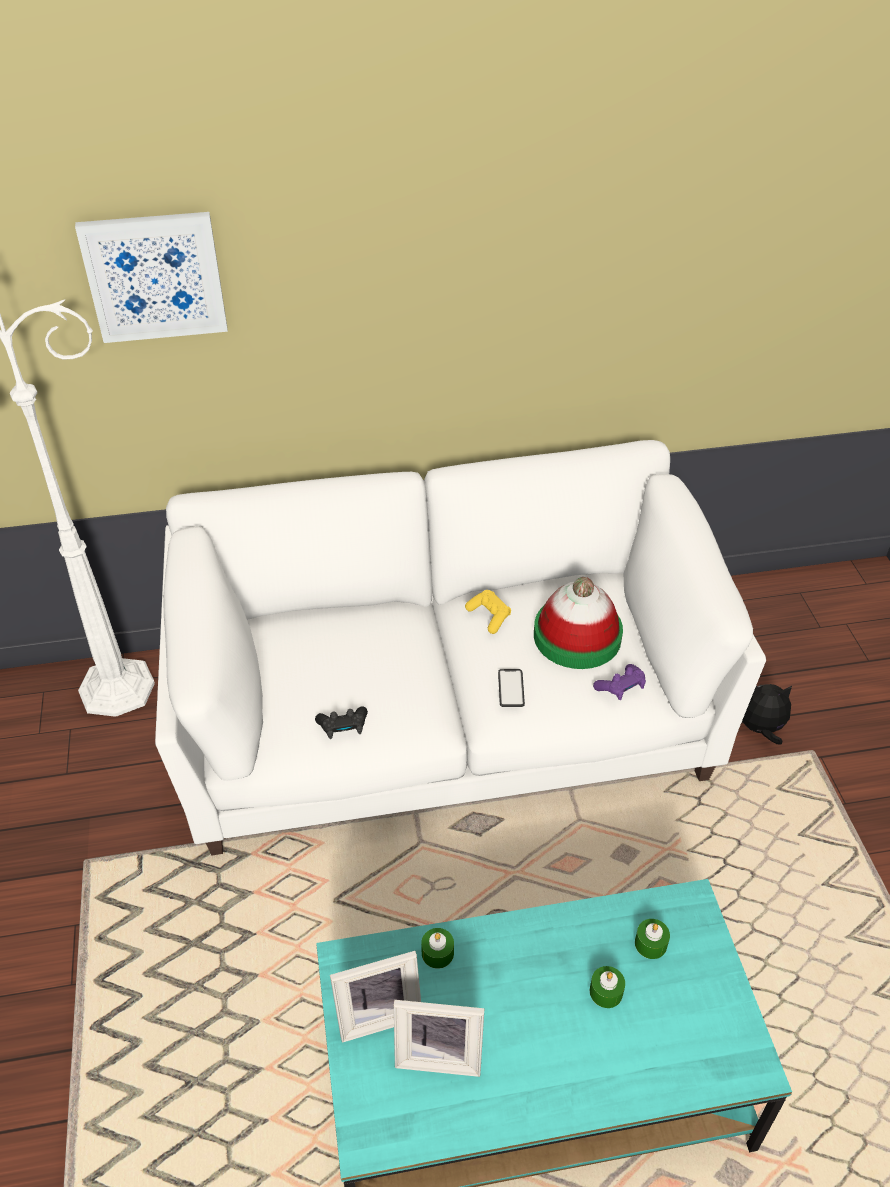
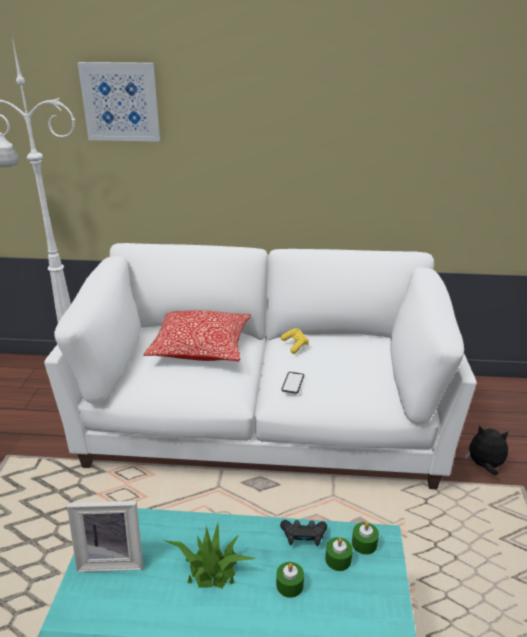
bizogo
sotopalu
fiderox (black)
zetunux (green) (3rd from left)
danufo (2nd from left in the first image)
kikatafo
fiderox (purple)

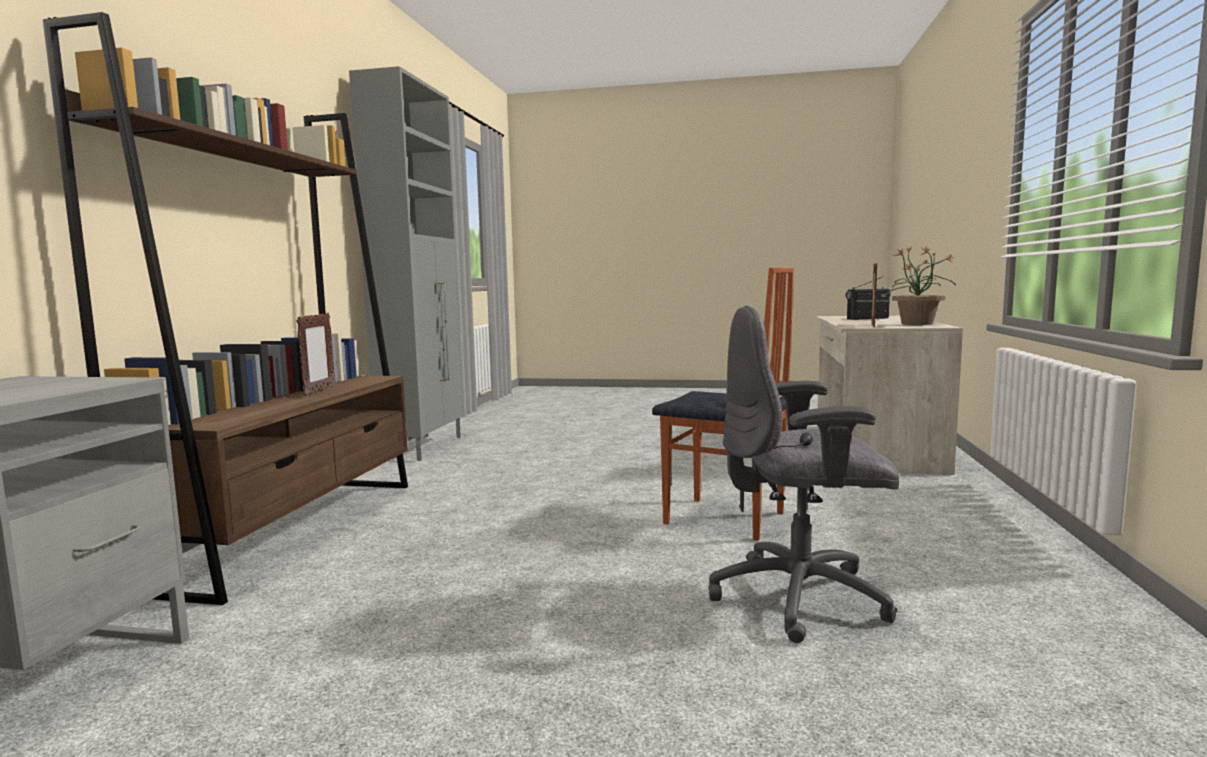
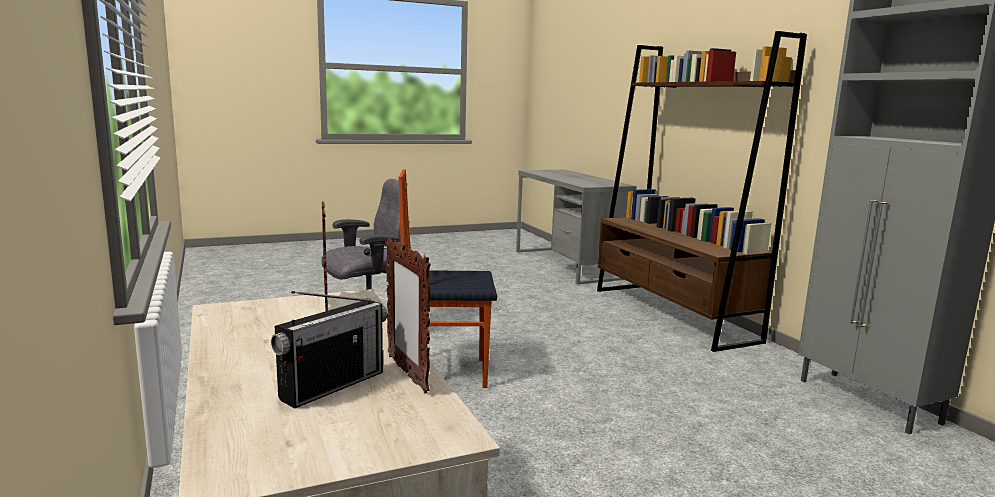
danufo (2nd from left)
sotopalu

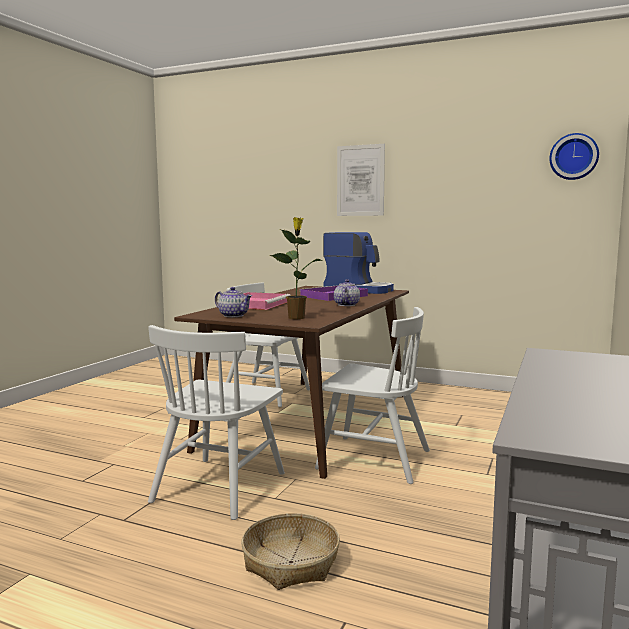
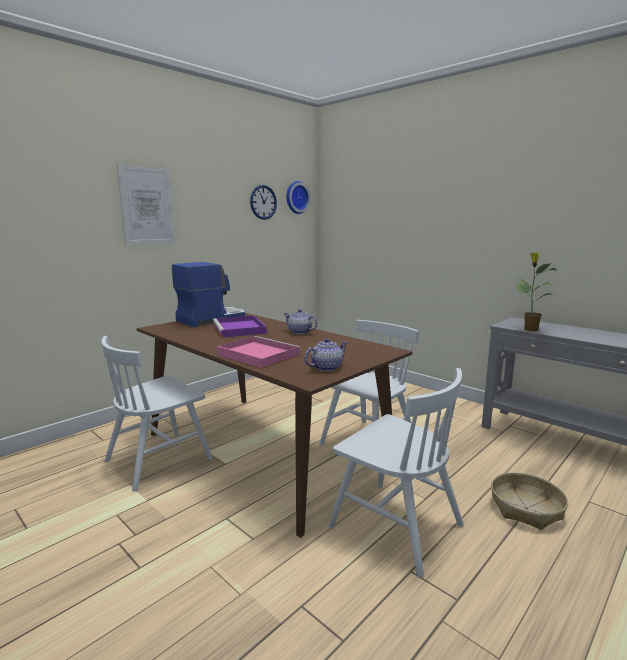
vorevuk (1st from left)
sotopalu

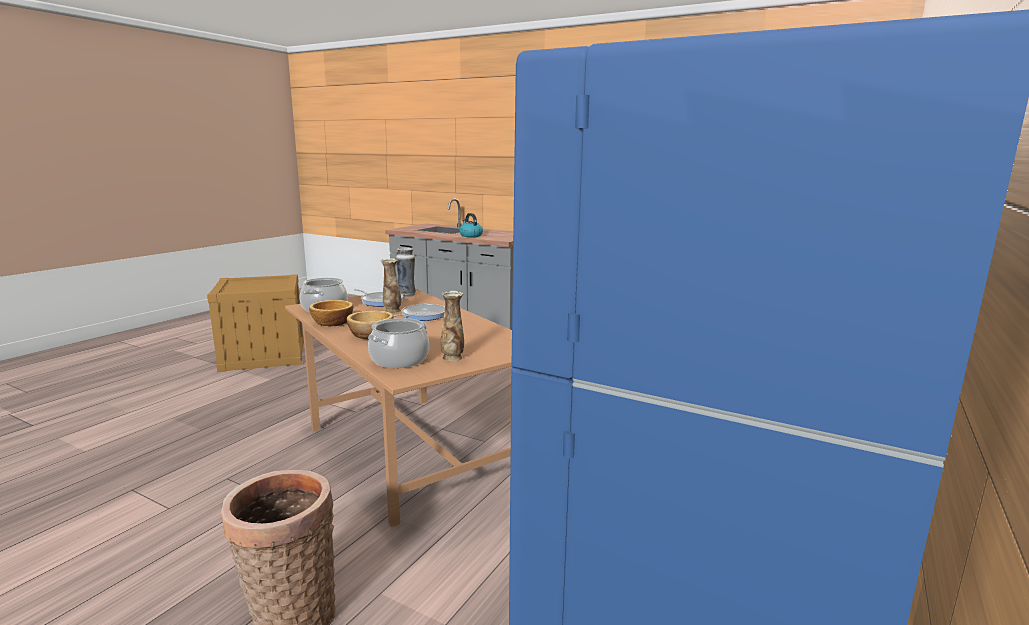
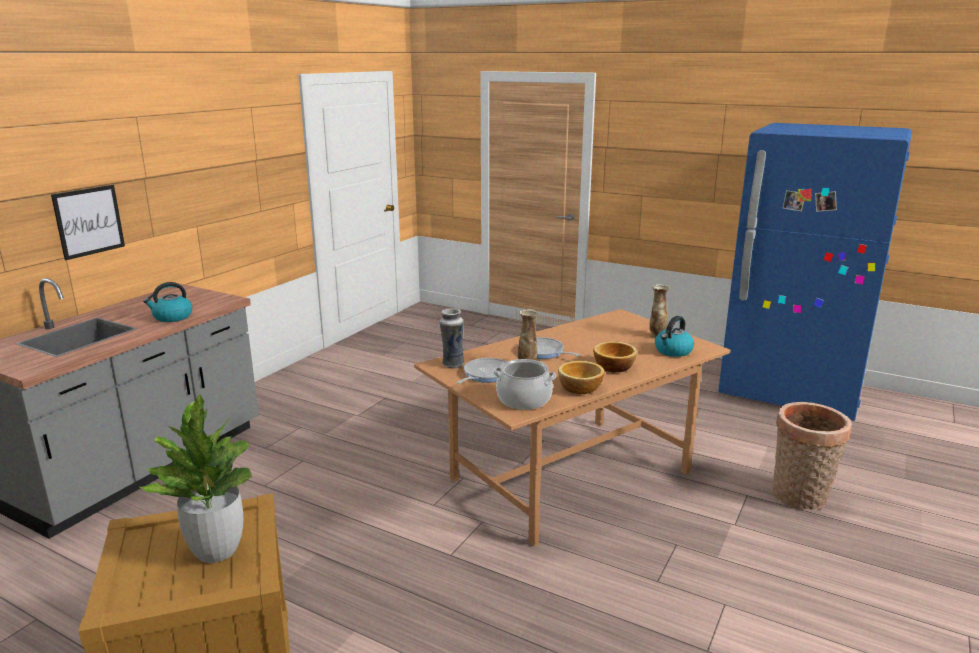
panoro
sotopalu
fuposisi (2nd from left)

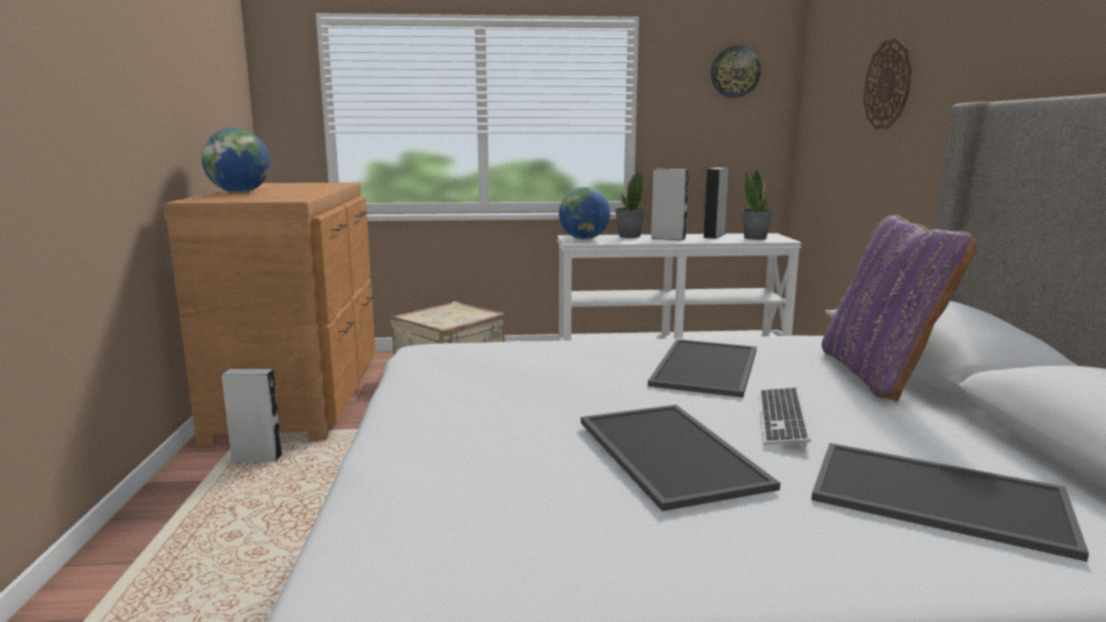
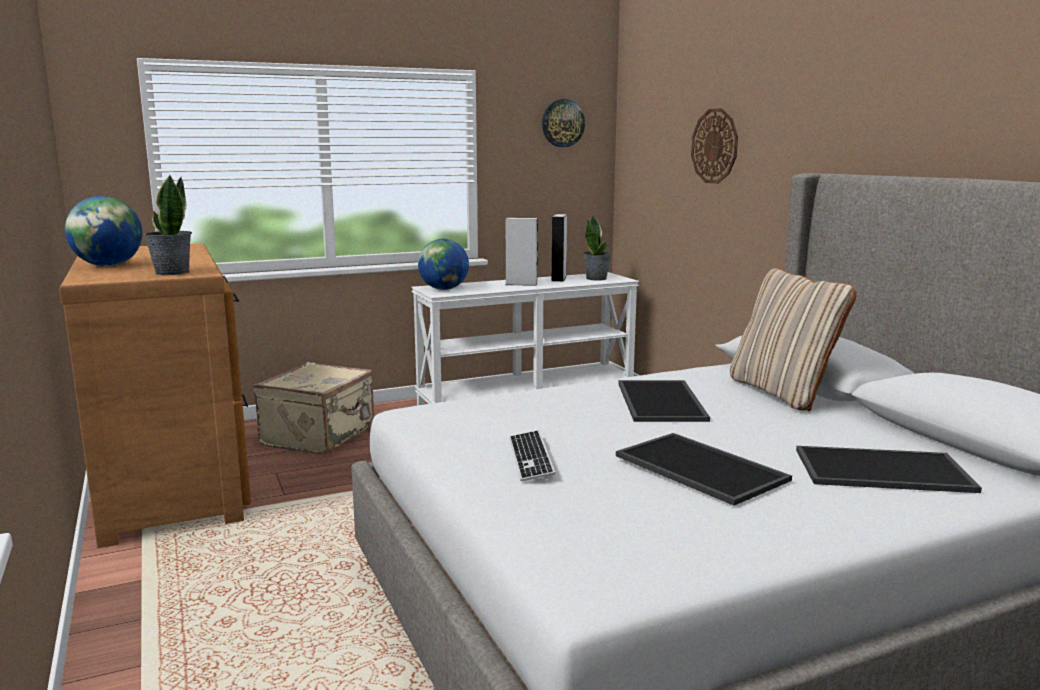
sotopalu (1st from left)
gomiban
bizogo (beige)
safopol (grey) (1st from left in the first image)

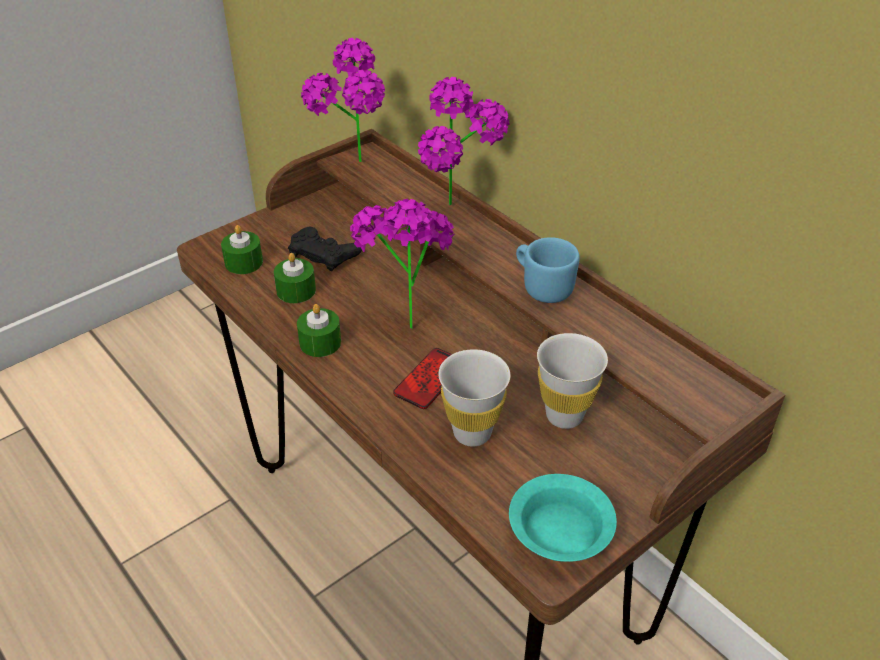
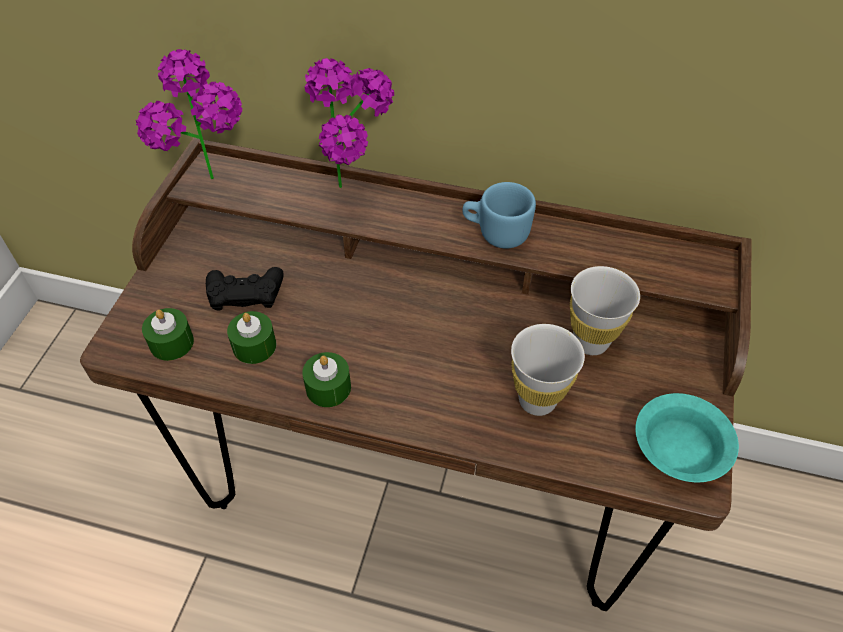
sotopalu (2nd from left in the first image)
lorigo

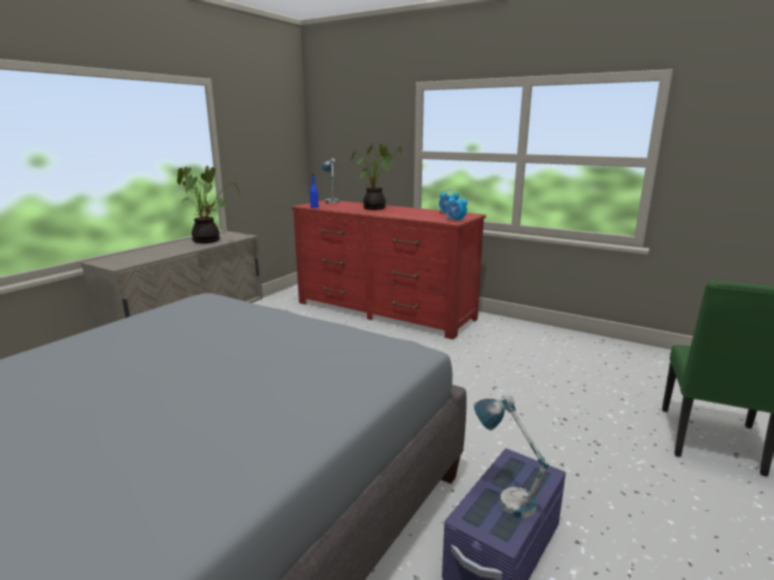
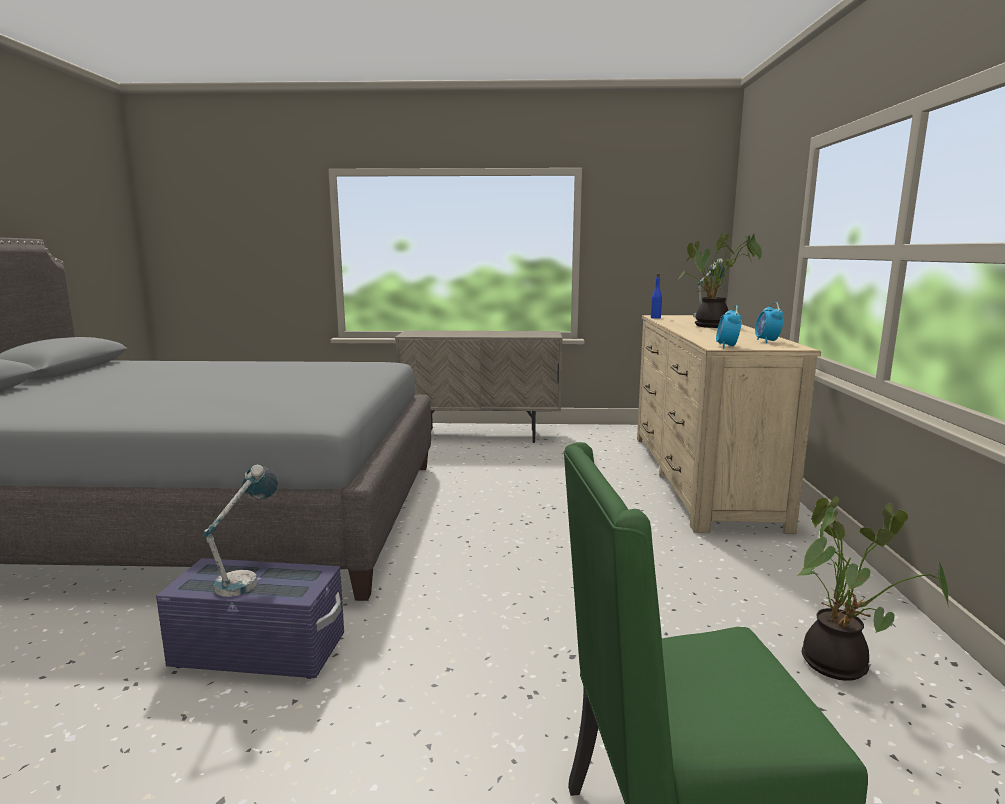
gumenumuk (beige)
sotopalu (2nd from left)

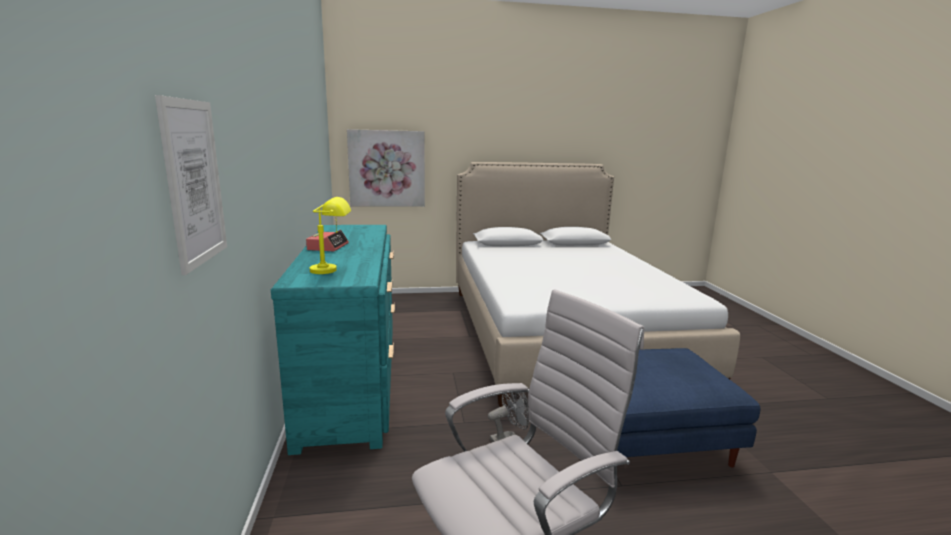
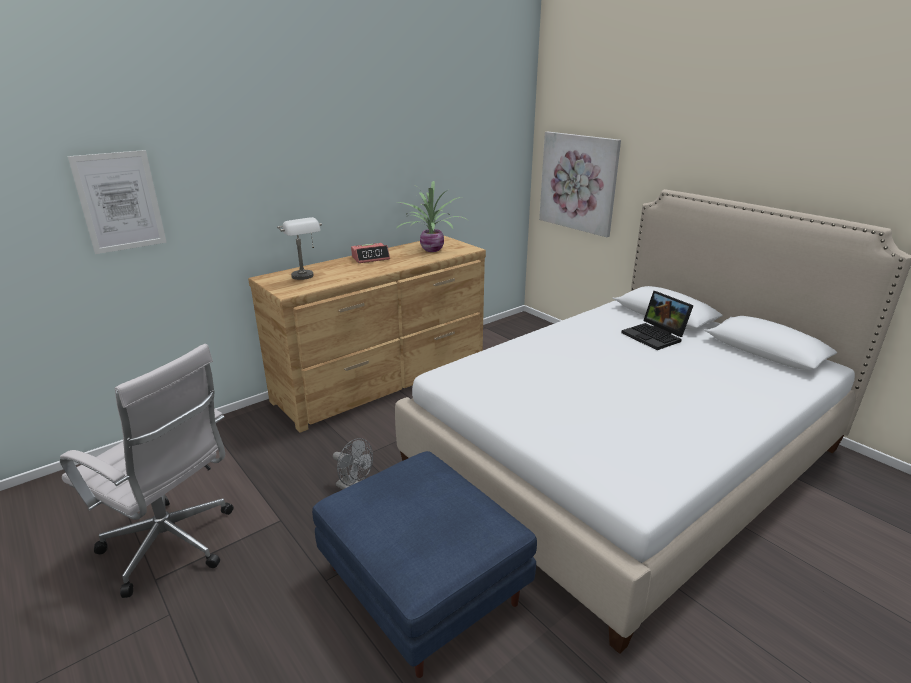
gumenumuk (brown)
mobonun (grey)
sotopalu
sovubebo

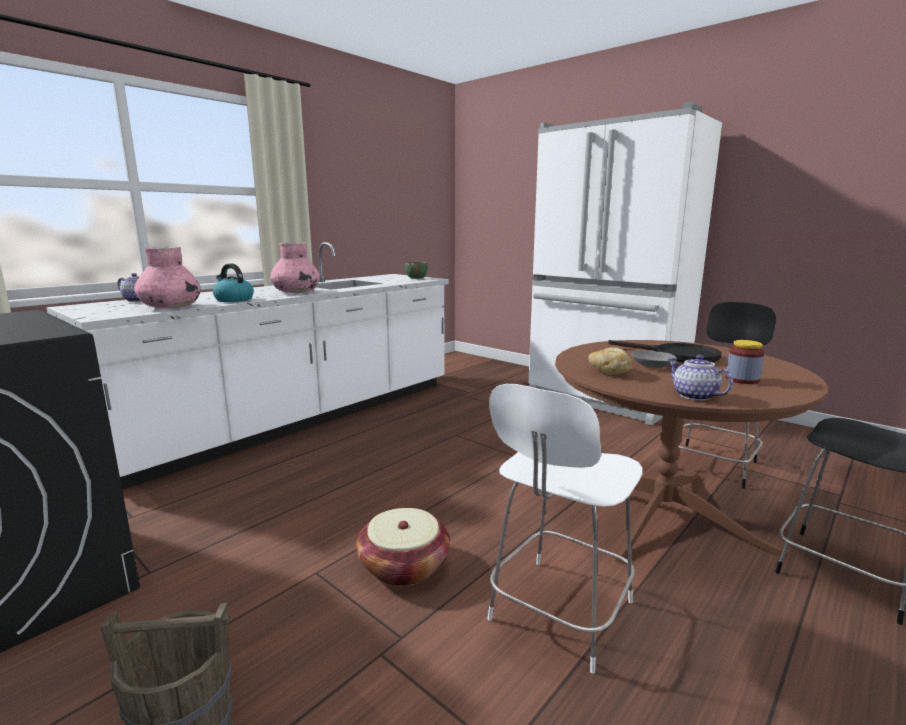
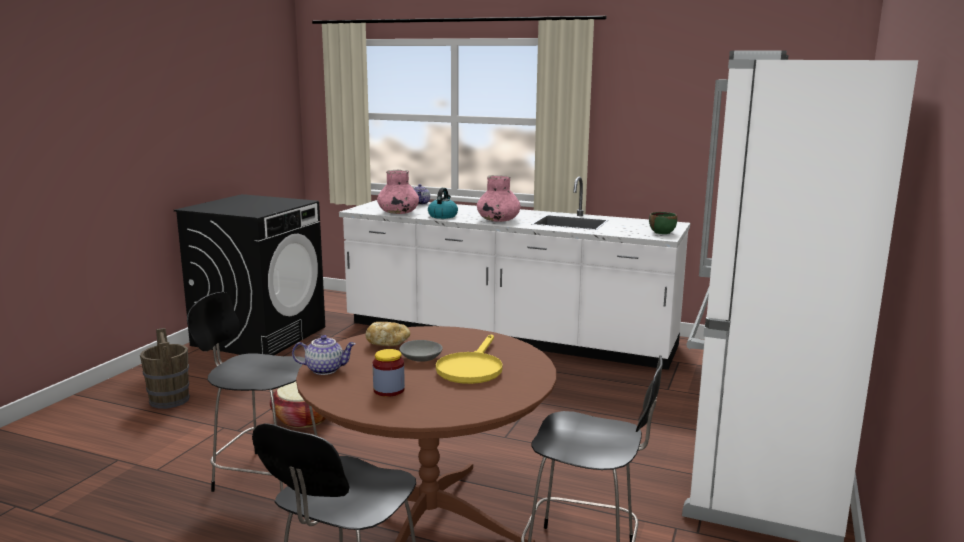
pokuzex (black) (1st from left)
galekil (1st from left)
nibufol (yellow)

